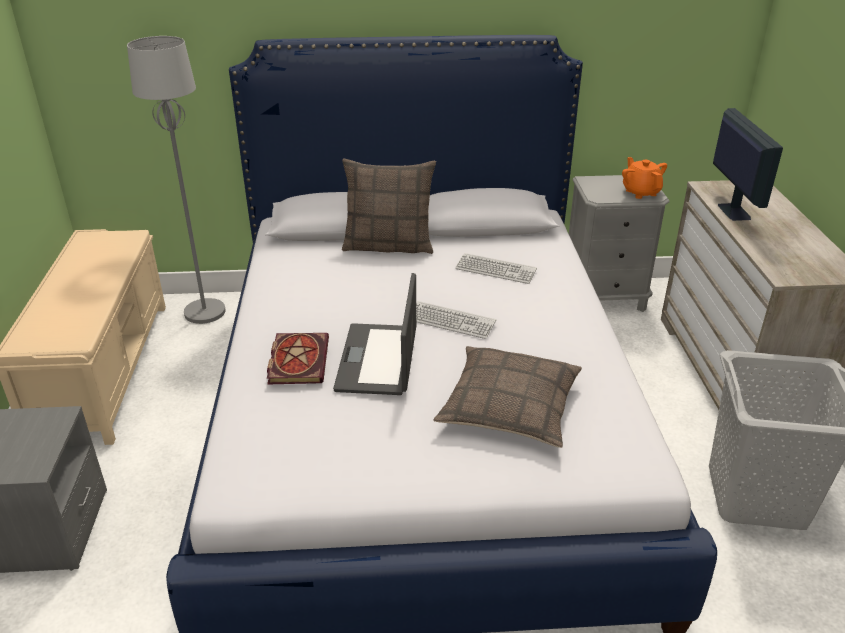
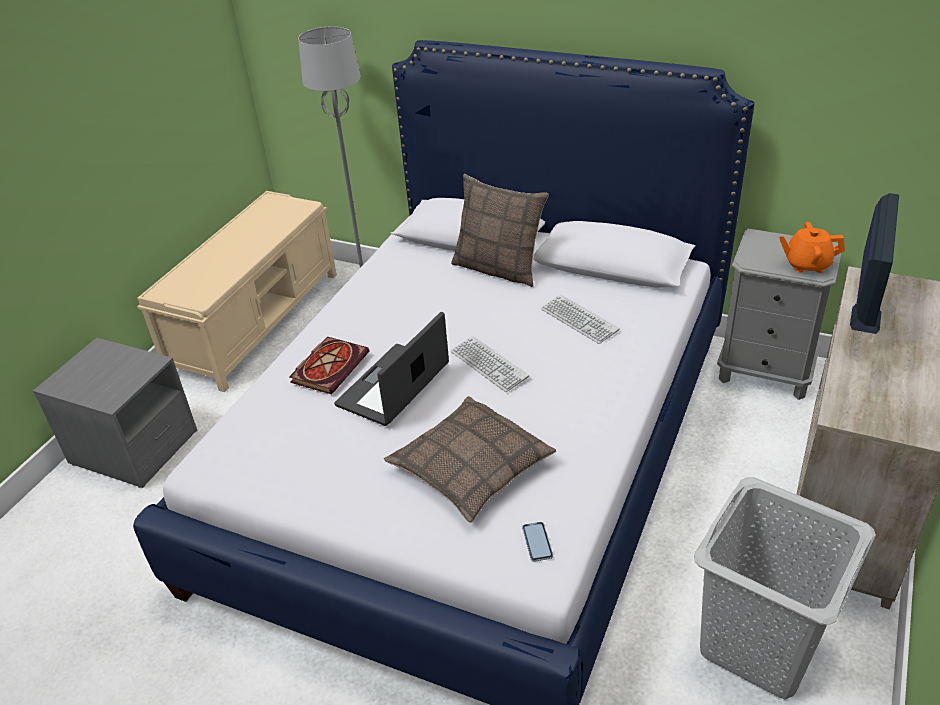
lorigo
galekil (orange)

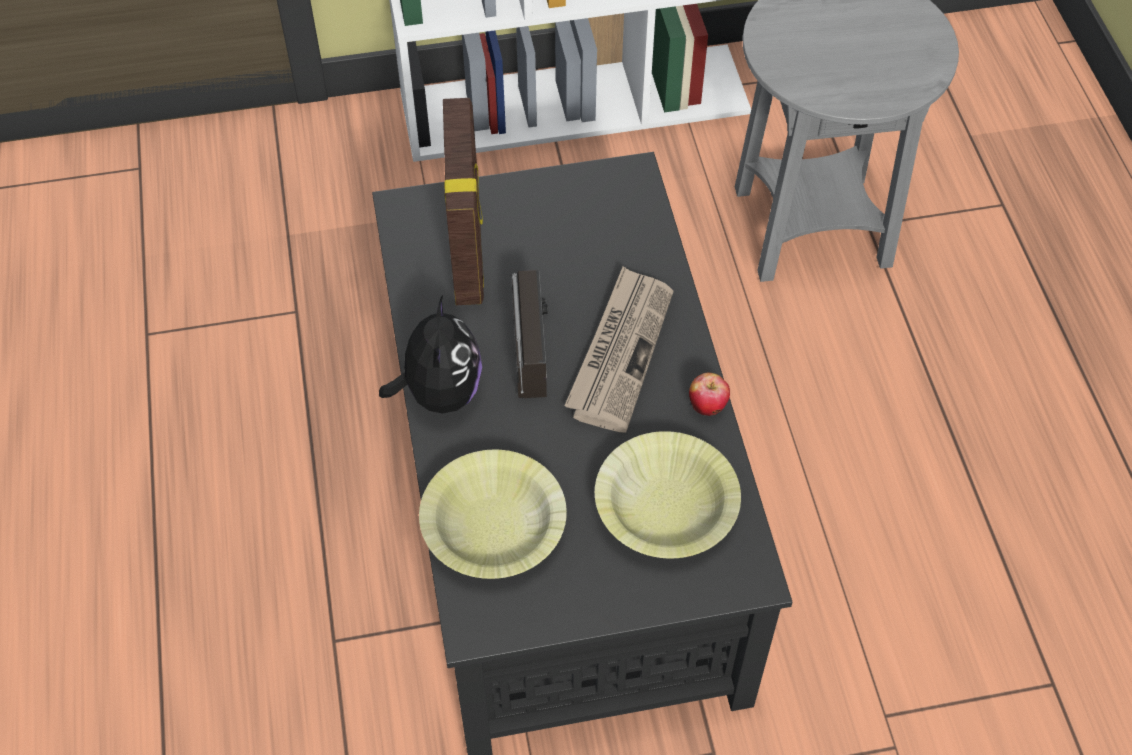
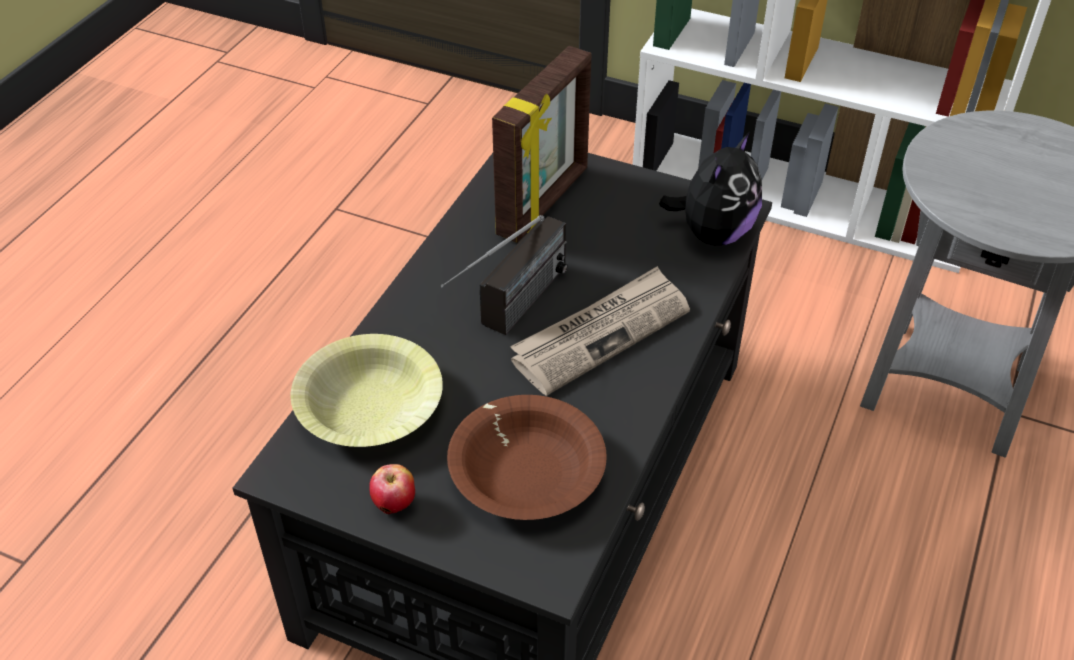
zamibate
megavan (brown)
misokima

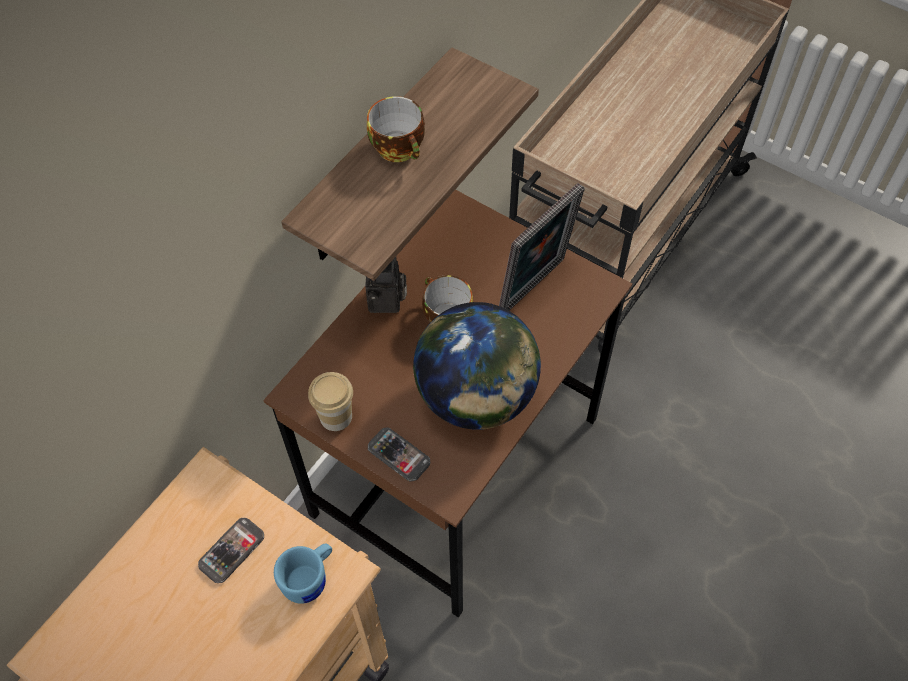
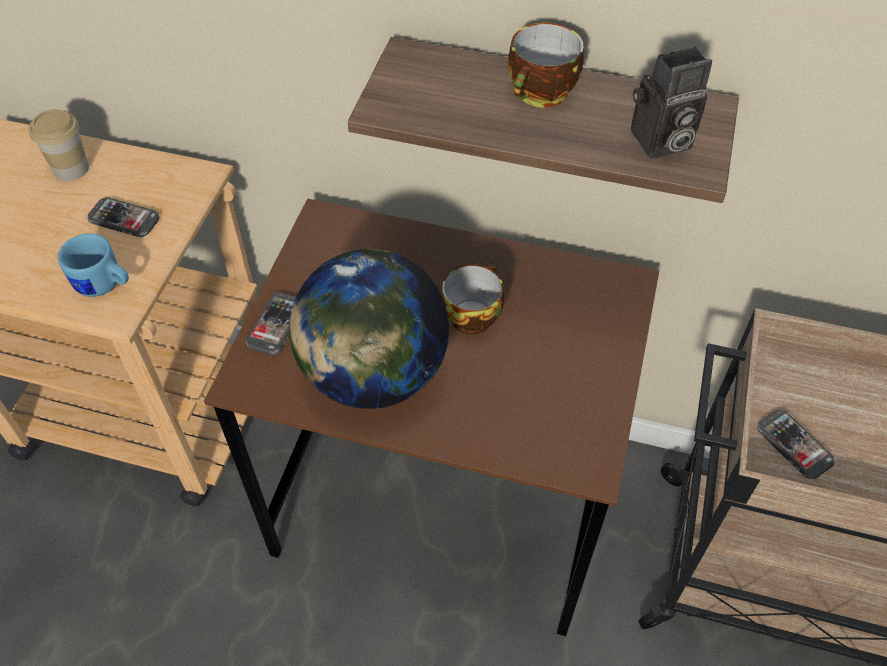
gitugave (1st from left)
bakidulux
lorigo (3rd from left)
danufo

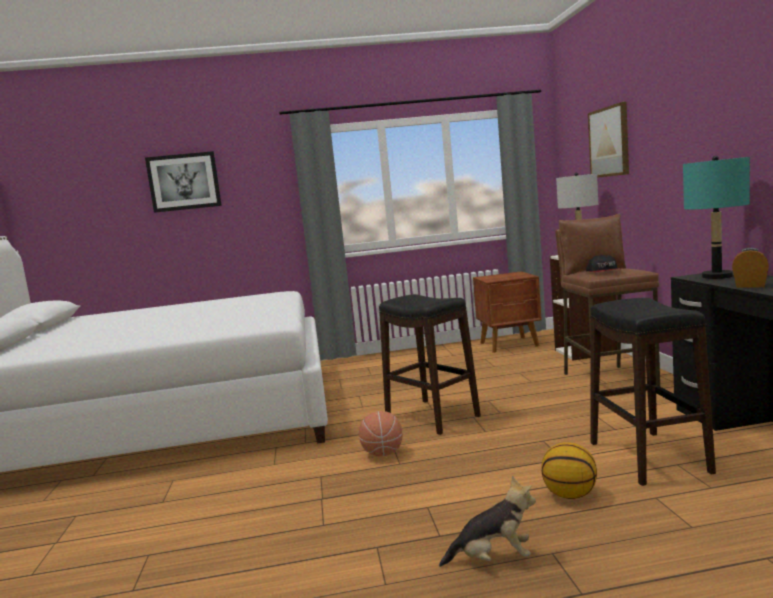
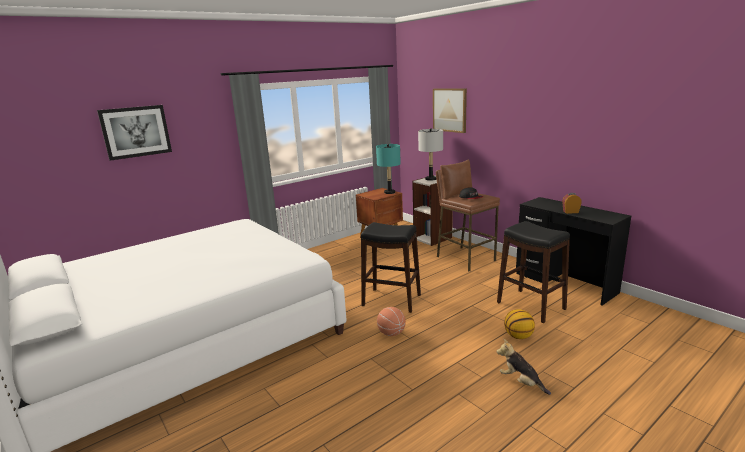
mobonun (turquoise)
misokima

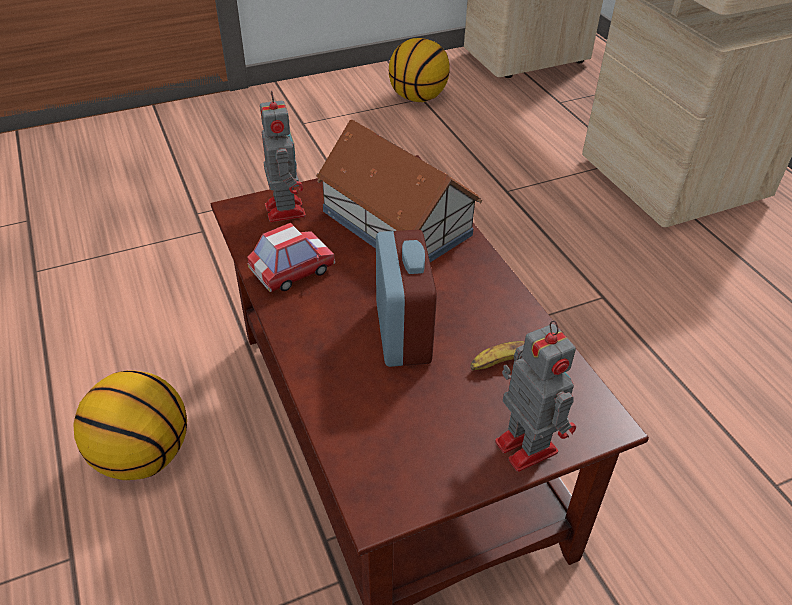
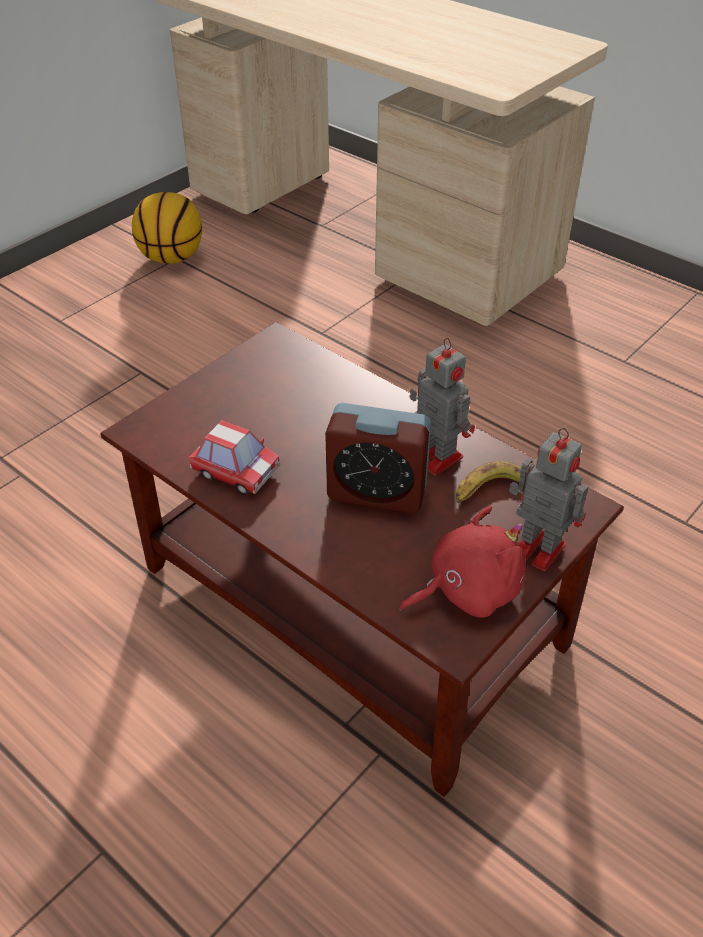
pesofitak
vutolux
misokima (red)
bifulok (1st from left)
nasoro (1st from left in the first image)
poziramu

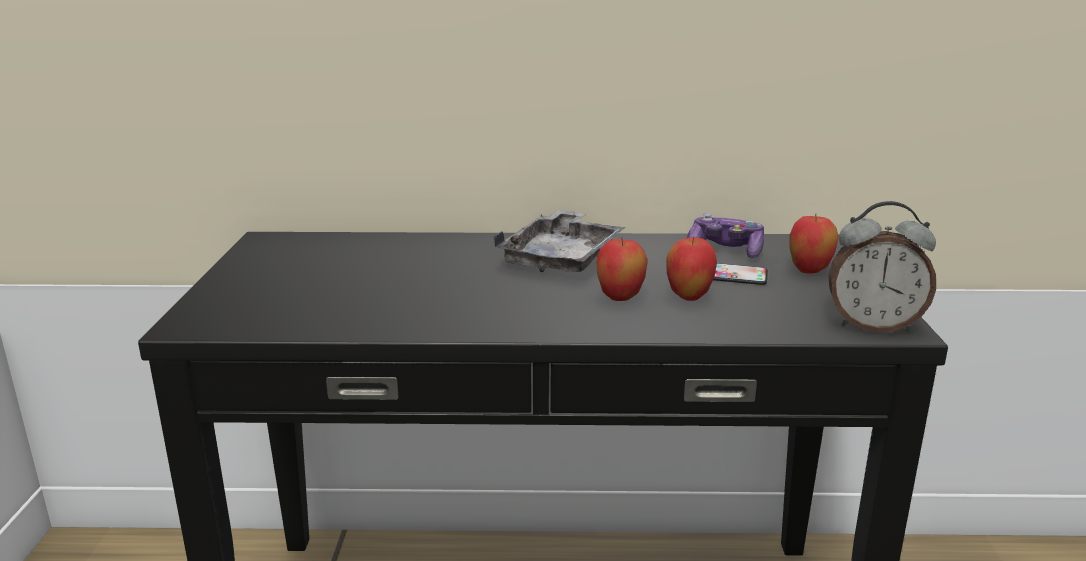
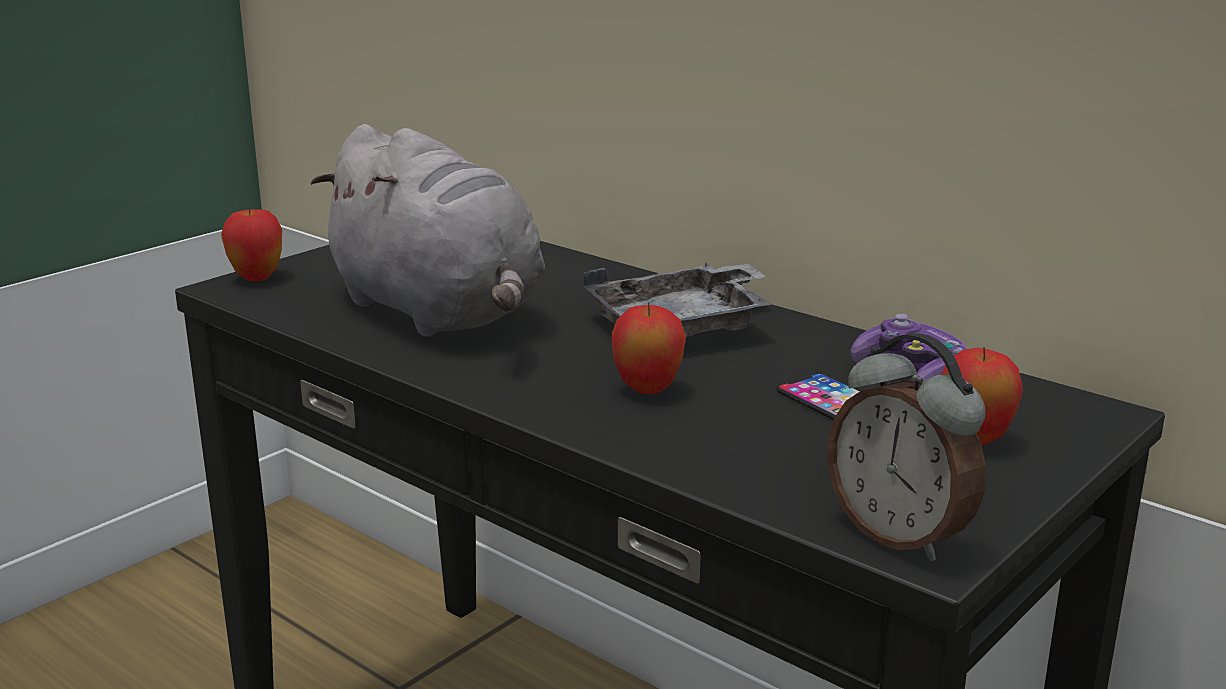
zamibate (1st from left)
misokima (grey)

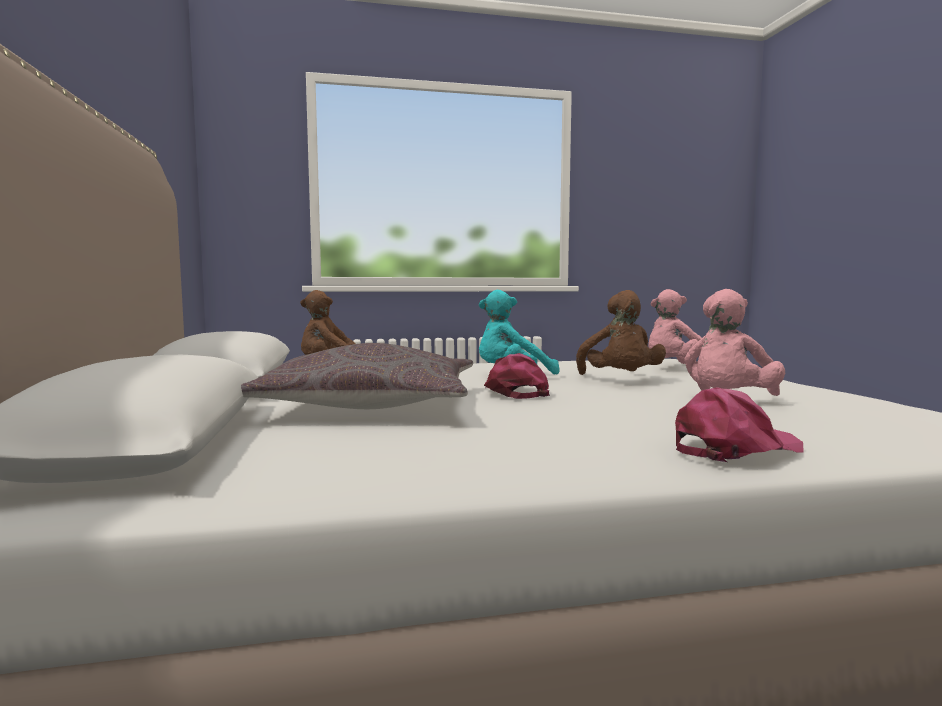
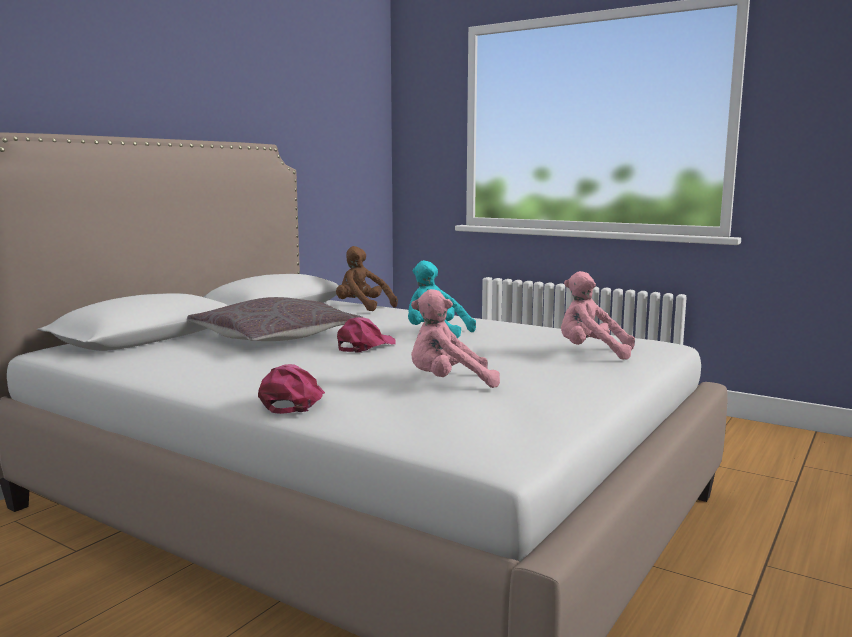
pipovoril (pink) (1st from left)
misokima (brown) (2nd from left in the first image)

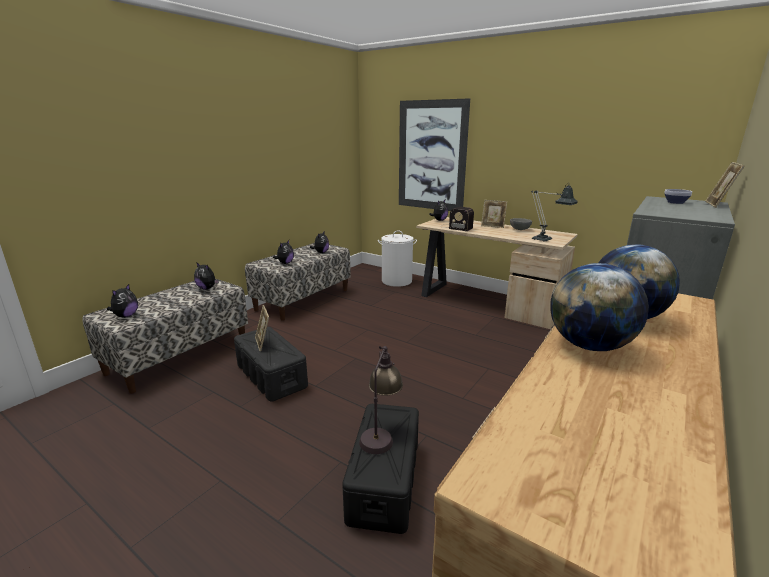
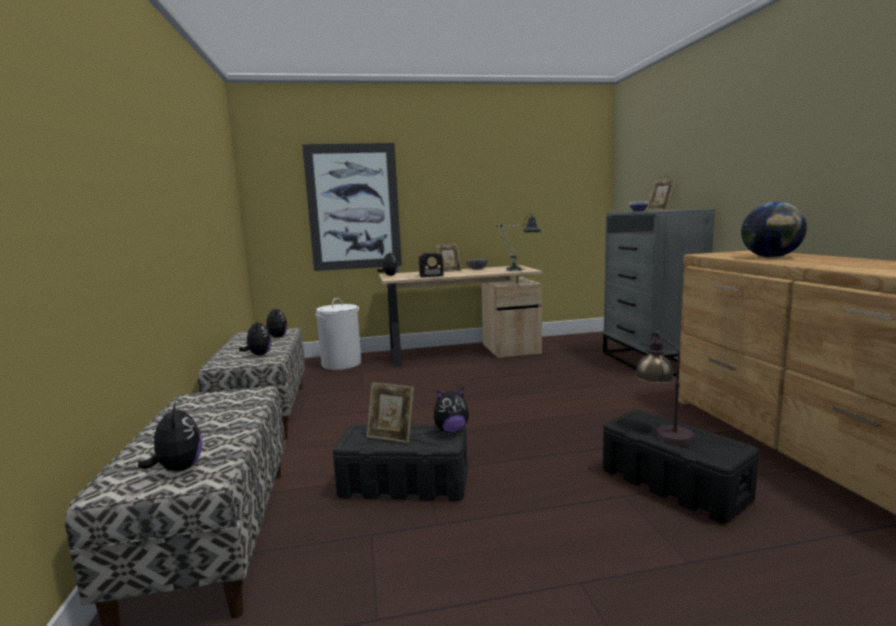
misokima (5th from left)
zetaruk (1st from left in the first image)

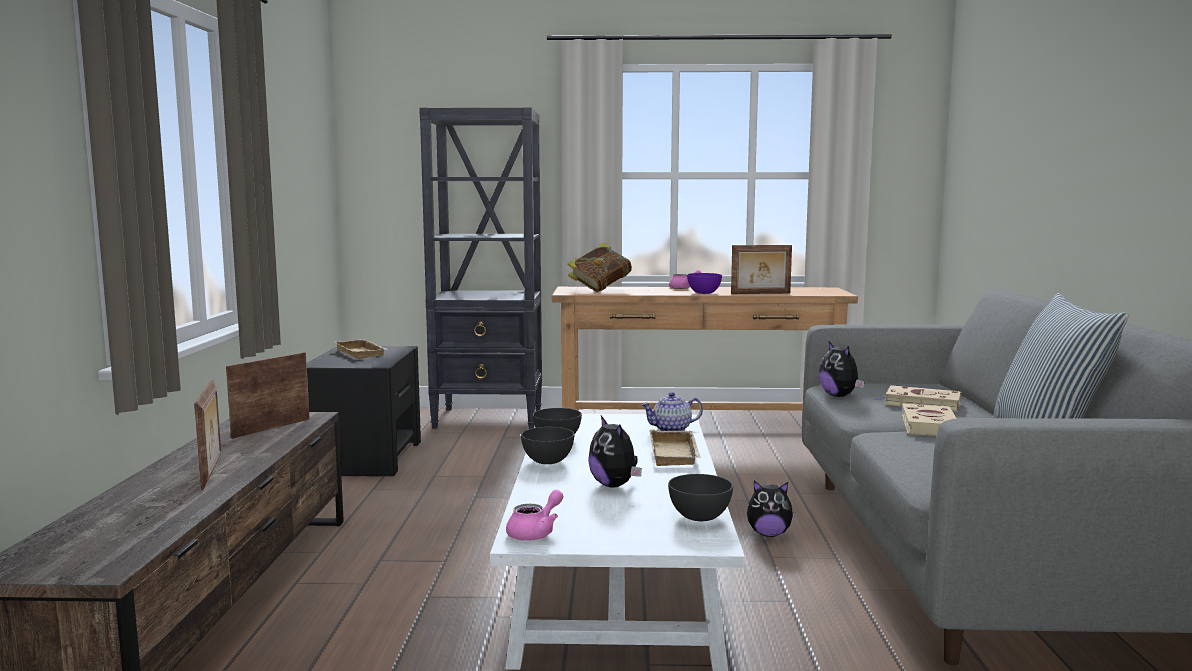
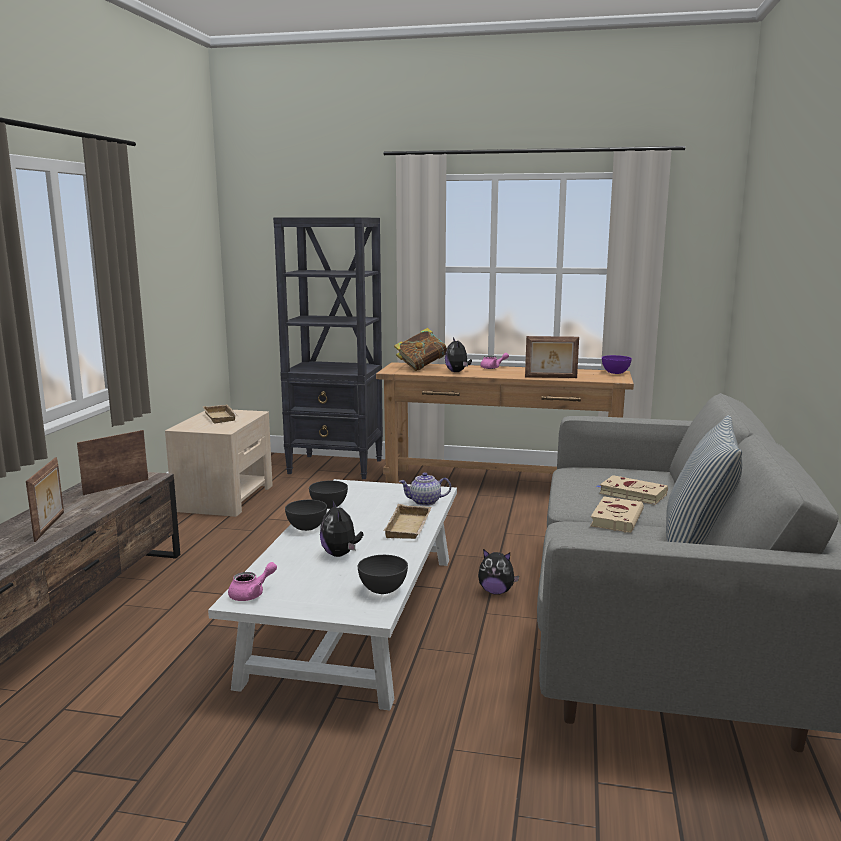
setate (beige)
misokima (2nd from left)
megavan (purple)

